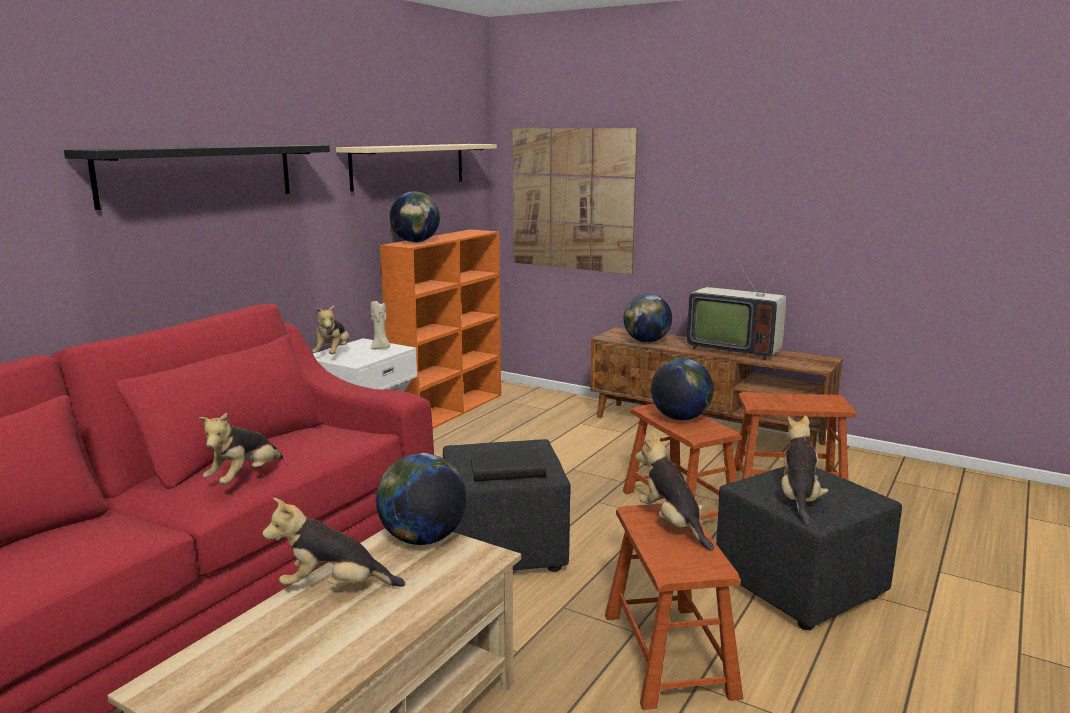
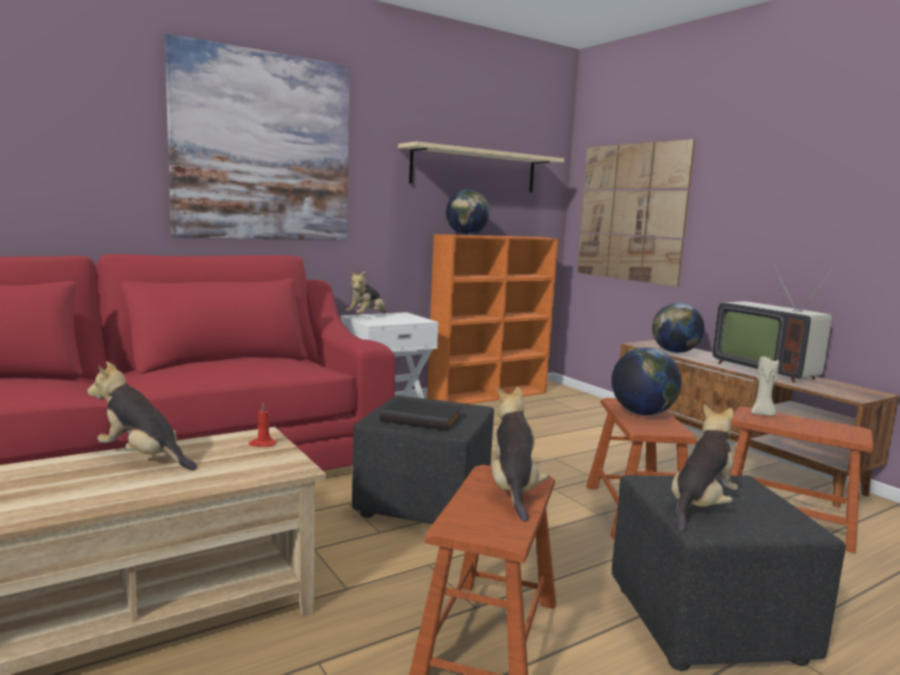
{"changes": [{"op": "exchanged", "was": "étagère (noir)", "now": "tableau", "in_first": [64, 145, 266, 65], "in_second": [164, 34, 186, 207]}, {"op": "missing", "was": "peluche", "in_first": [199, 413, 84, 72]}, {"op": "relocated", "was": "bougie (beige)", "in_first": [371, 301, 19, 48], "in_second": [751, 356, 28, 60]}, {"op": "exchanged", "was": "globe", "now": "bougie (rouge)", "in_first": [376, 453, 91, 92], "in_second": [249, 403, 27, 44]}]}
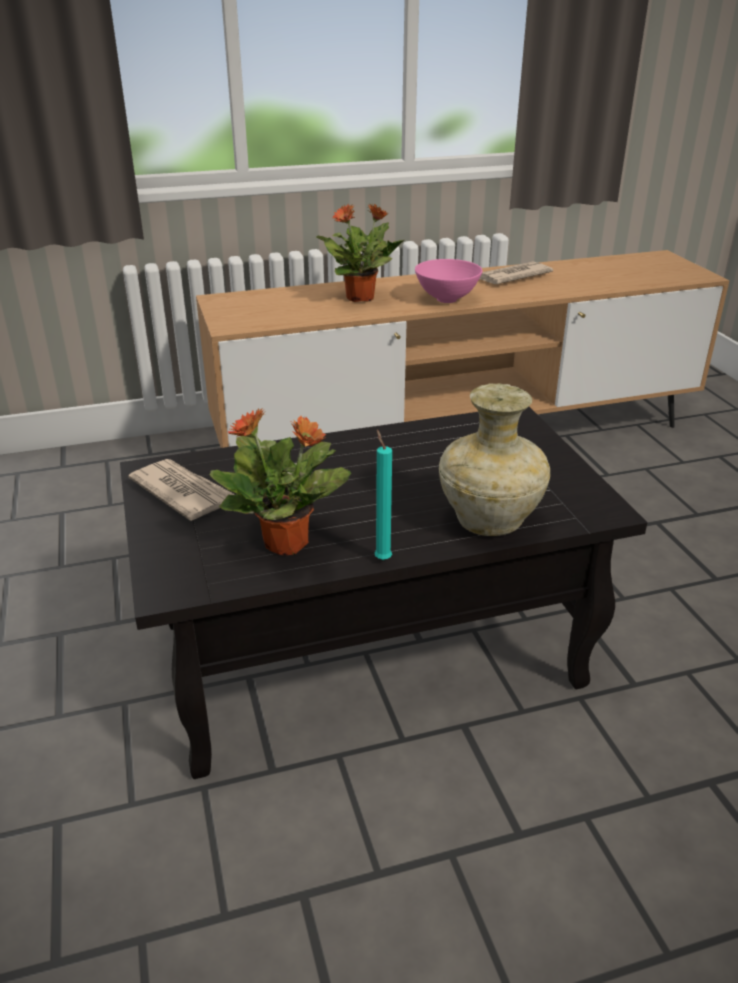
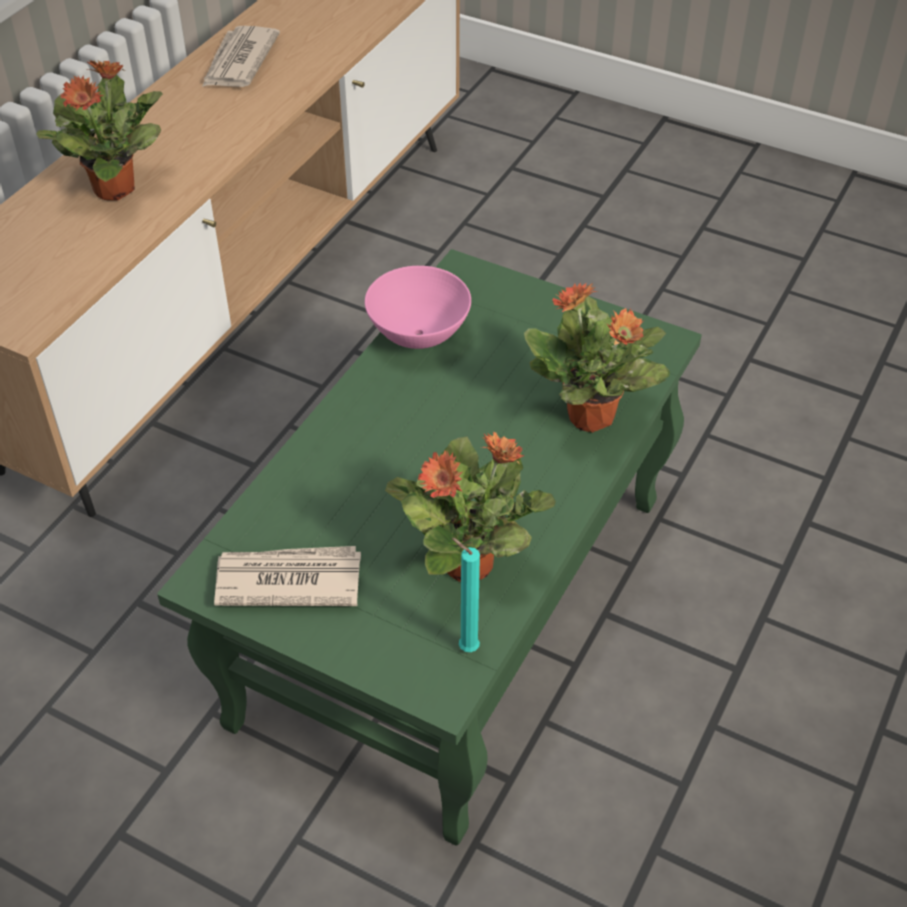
{"changes": [{"op": "colour", "was": "table basse (noir)", "now": "table basse (vert)", "in_first": [120, 407, 528, 372], "in_second": [157, 249, 545, 596]}, {"op": "relocated", "was": "bougie (turquoise)", "in_first": [375, 430, 17, 130], "in_second": [452, 538, 28, 114]}, {"op": "relocated", "was": "bol (rose)", "in_first": [415, 259, 67, 44], "in_second": [365, 266, 106, 83]}, {"op": "exchanged", "was": "vase (beige)", "now": "plante en pot", "in_first": [439, 383, 111, 153], "in_second": [524, 282, 146, 151]}]}
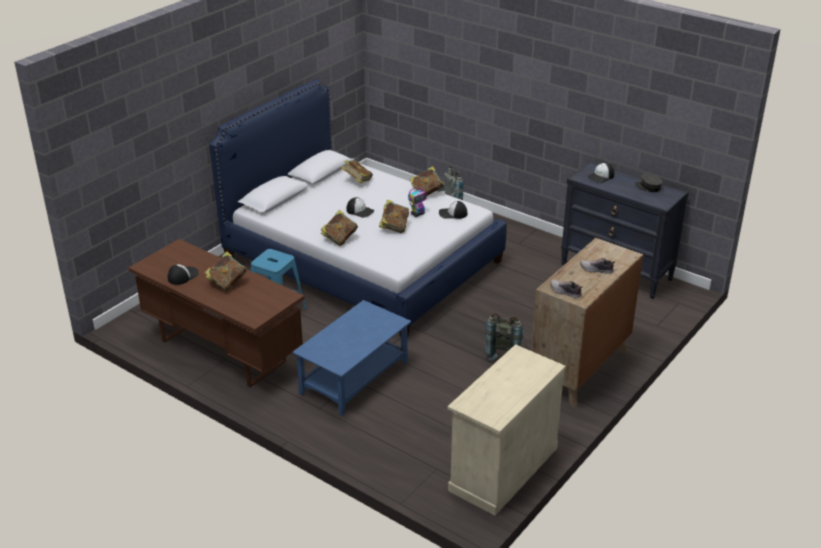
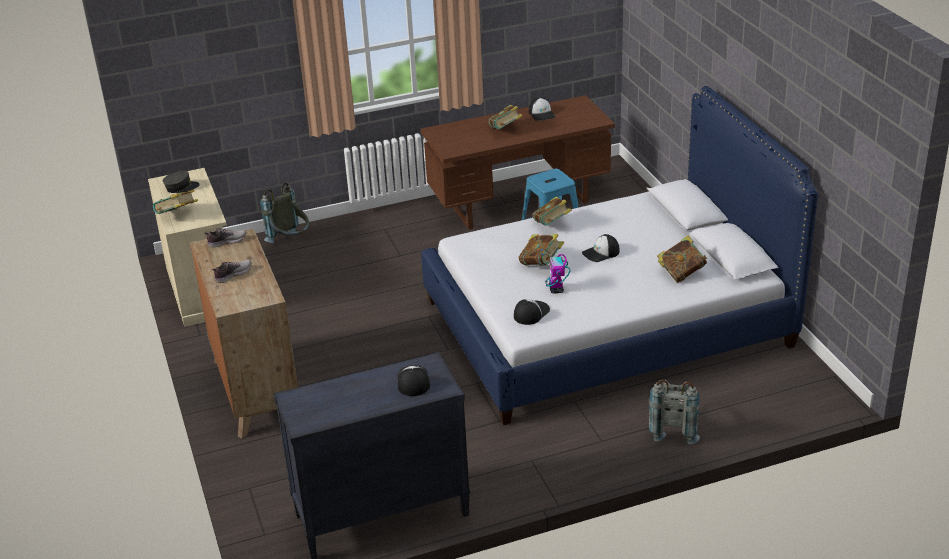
{"changes": [{"op": "missing", "was": "table basse (bleu)", "in_first": [292, 300, 119, 116]}, {"op": "relocated", "was": "livre", "in_first": [410, 166, 34, 31], "in_second": [153, 189, 45, 25]}, {"op": "relocated", "was": "sac à dos (gris)", "in_first": [485, 313, 39, 48], "in_second": [260, 182, 49, 61]}, {"op": "relocated", "was": "casquette (gris)", "in_first": [634, 173, 29, 19], "in_second": [163, 171, 37, 22]}]}
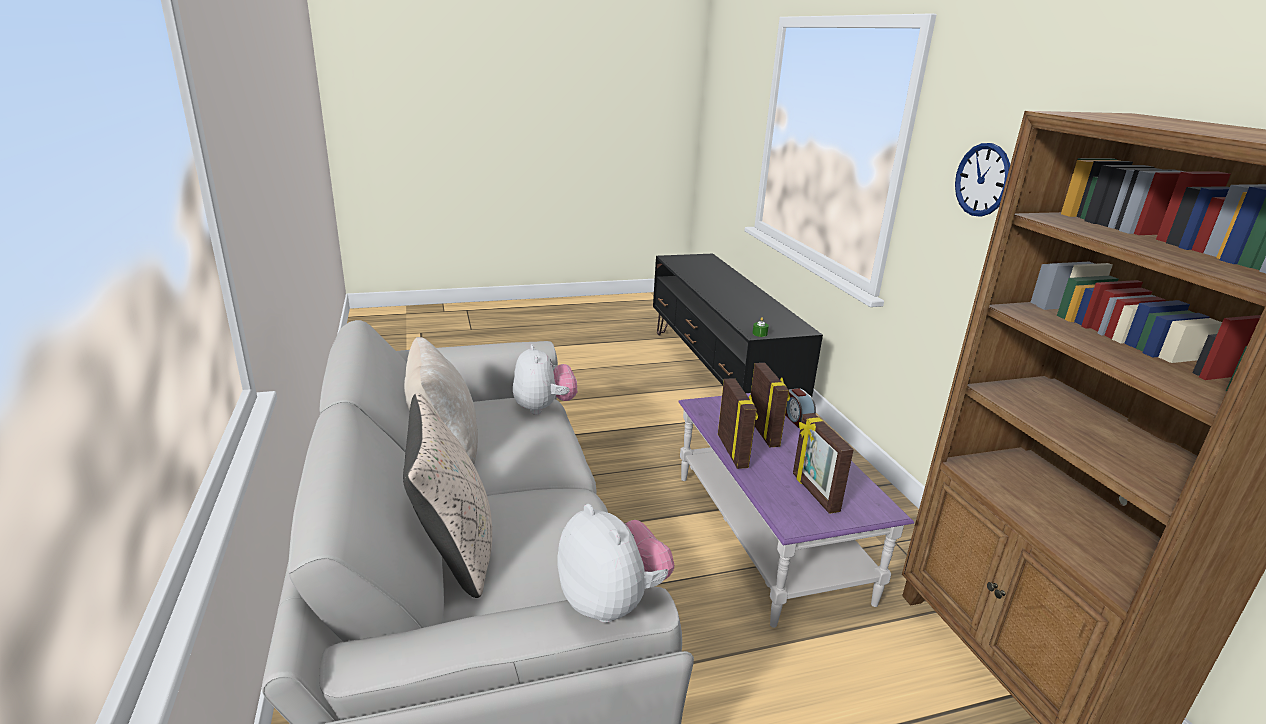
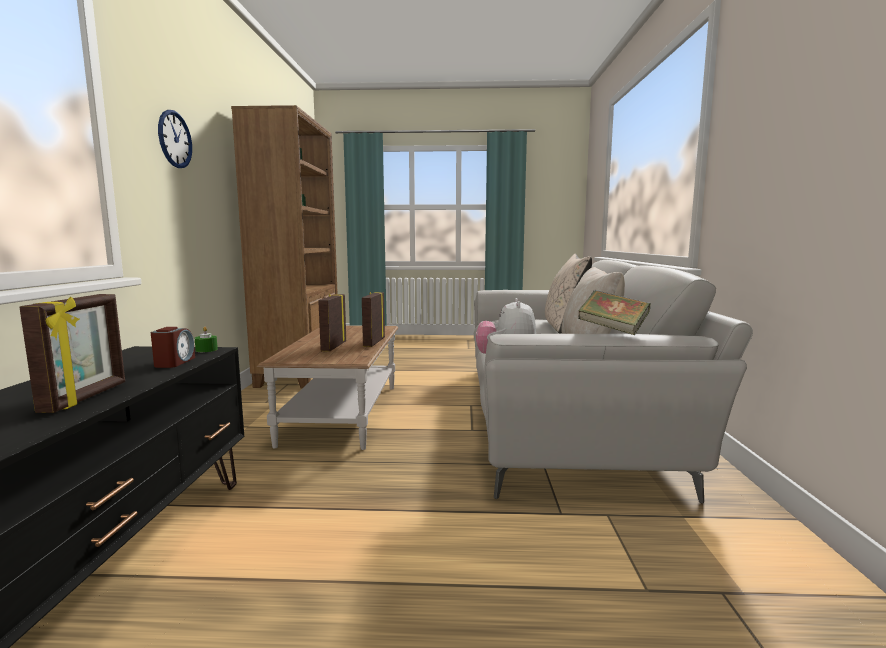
{"changes": [{"op": "missing", "was": "peluche", "in_first": [557, 504, 117, 119]}, {"op": "colour", "was": "table basse (violet)", "now": "table basse (marron)", "in_first": [678, 393, 236, 235], "in_second": [257, 326, 141, 124]}, {"op": "relocated", "was": "réveil", "in_first": [785, 388, 31, 40], "in_second": [151, 327, 44, 41]}, {"op": "relocated", "was": "cadre photo", "in_first": [793, 413, 61, 101], "in_second": [19, 294, 106, 119]}, {"op": "appeared", "now": "livre", "in_second": [579, 290, 72, 45]}]}
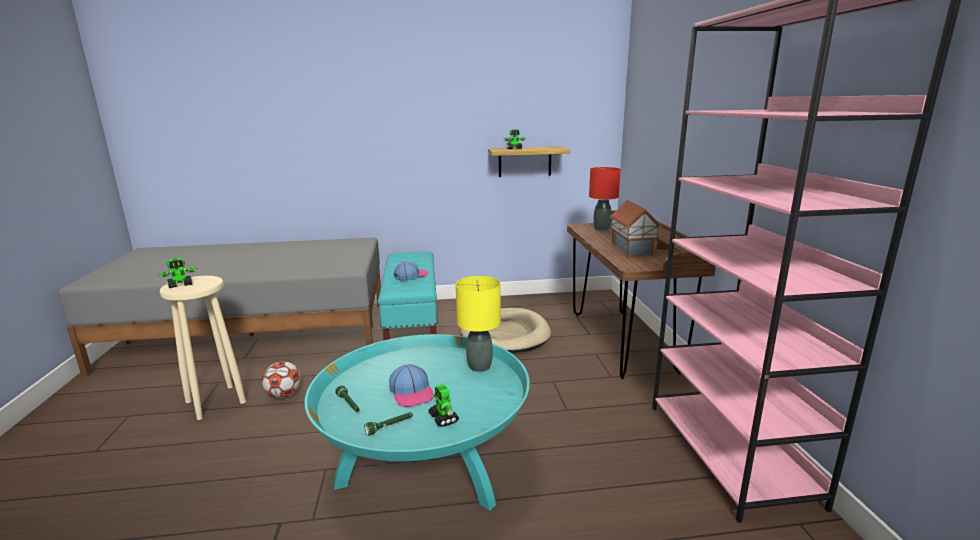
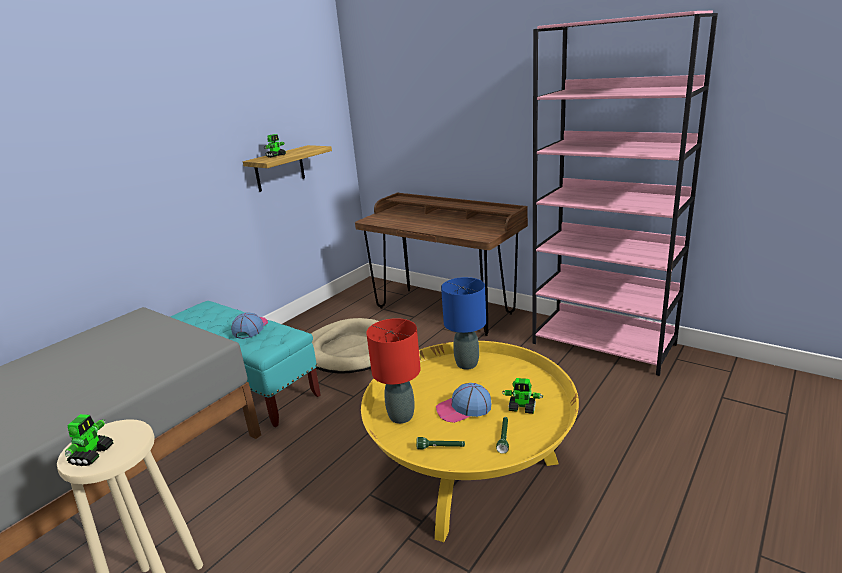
{"changes": [{"op": "missing", "was": "ballon de foot", "in_first": [262, 361, 39, 37]}, {"op": "colour", "was": "table basse (turquoise)", "now": "table basse (jaune)", "in_first": [304, 334, 226, 177], "in_second": [361, 341, 218, 201]}, {"op": "spun", "was": "casquette", "in_first": [389, 364, 45, 43], "in_second": [436, 383, 55, 40], "clockwise": 150}, {"op": "colour", "was": "lampe de table (jaune)", "now": "lampe de table (bleu)", "in_first": [456, 276, 45, 96], "in_second": [441, 277, 45, 93]}, {"op": "relocated", "was": "lampe de table (rouge)", "in_first": [589, 167, 32, 64], "in_second": [366, 318, 55, 106]}, {"op": "missing", "was": "maison miniature", "in_first": [610, 200, 51, 56]}]}
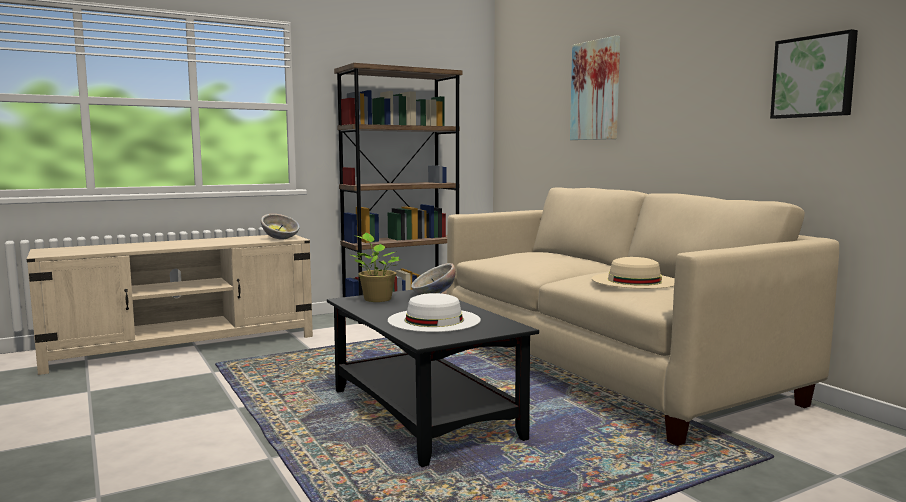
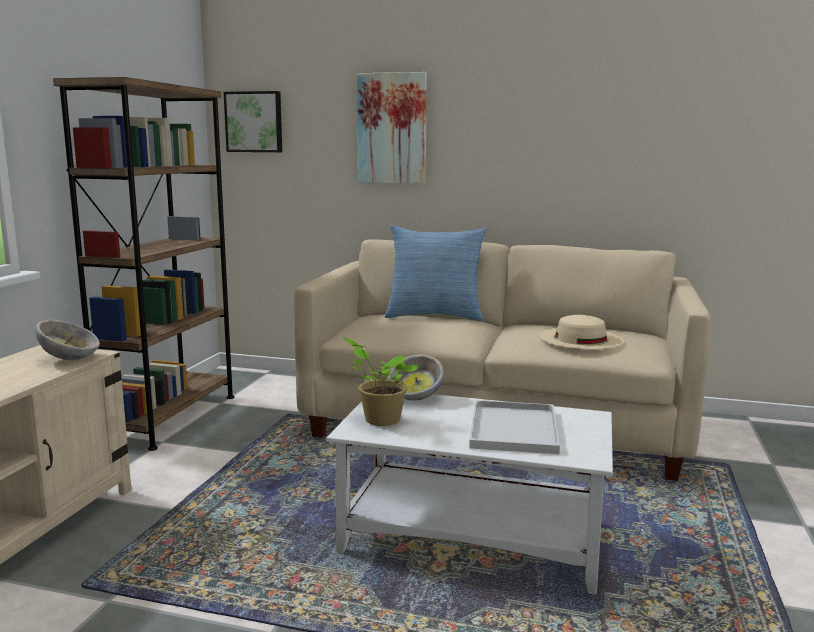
{"changes": [{"op": "colour", "was": "table basse (noir)", "now": "table basse (blanc)", "in_first": [327, 290, 212, 177], "in_second": [326, 394, 287, 201]}, {"op": "exchanged", "was": "chapeau (blanc)", "now": "plateau (blanc)", "in_first": [388, 293, 93, 39], "in_second": [469, 400, 91, 54]}, {"op": "relocated", "was": "tableau", "in_first": [770, 29, 88, 90], "in_second": [224, 91, 58, 61]}, {"op": "appeared", "now": "coussin", "in_second": [385, 225, 102, 97]}]}
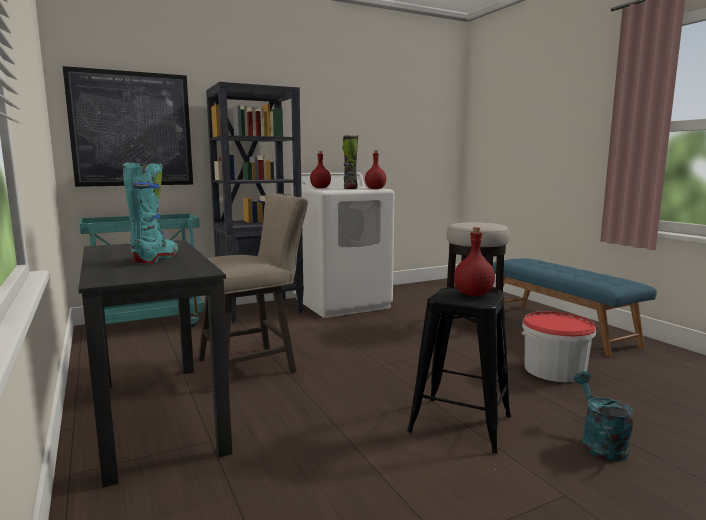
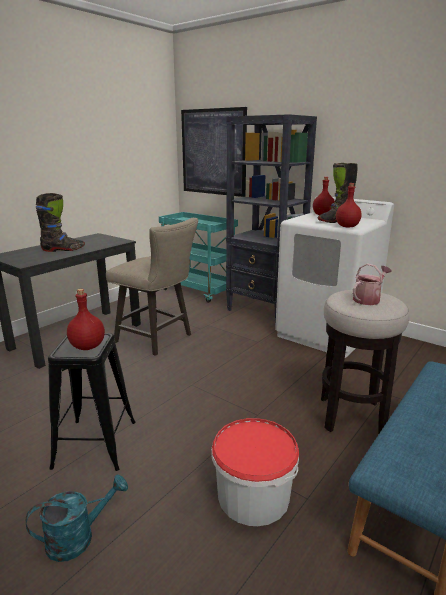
{"changes": [{"op": "colour", "was": "botte (turquoise)", "now": "botte (noir)", "in_first": [123, 163, 55, 100], "in_second": [36, 193, 49, 59]}, {"op": "appeared", "now": "arrosoir", "in_second": [353, 263, 39, 42]}]}
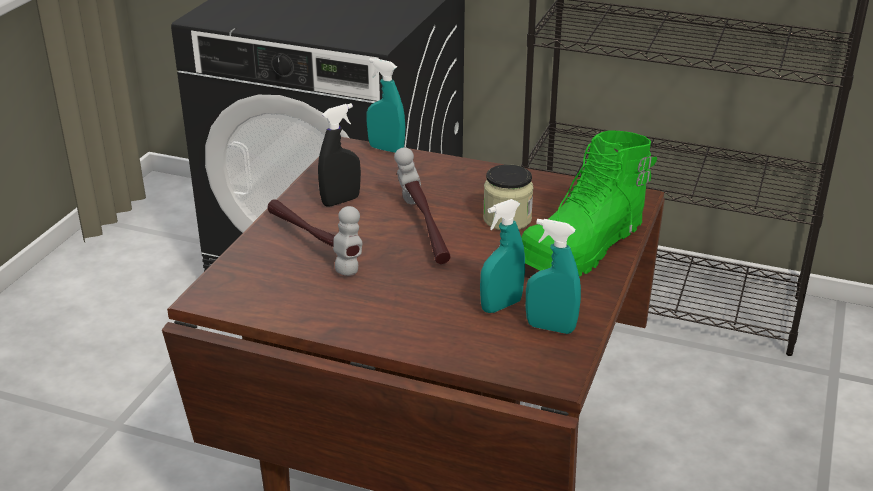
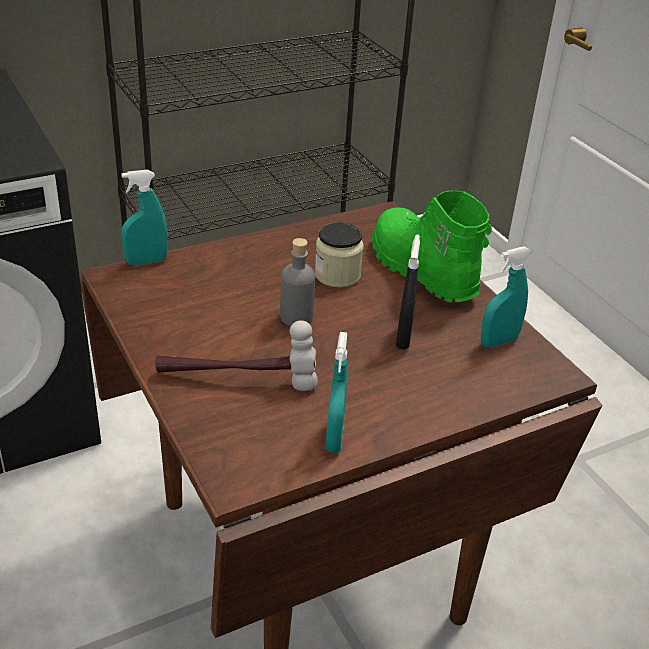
{"changes": [{"op": "relocated", "was": "vaporisateur (noir)", "in_first": [318, 103, 43, 104], "in_second": [396, 234, 24, 116]}, {"op": "exchanged", "was": "marteau", "now": "bouteille (gris)", "in_first": [394, 147, 57, 117], "in_second": [280, 238, 36, 88]}, {"op": "relocated", "was": "vaporisateur (turquoise)", "in_first": [480, 199, 45, 114], "in_second": [325, 332, 22, 121]}, {"op": "spun", "was": "botte (vert)", "in_first": [521, 130, 136, 146], "in_second": [372, 191, 120, 111], "clockwise": 150}]}
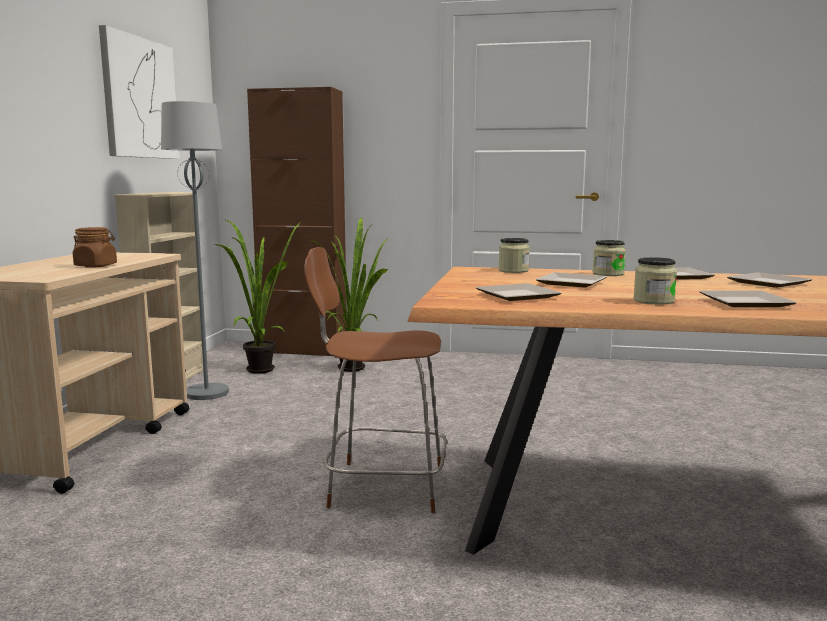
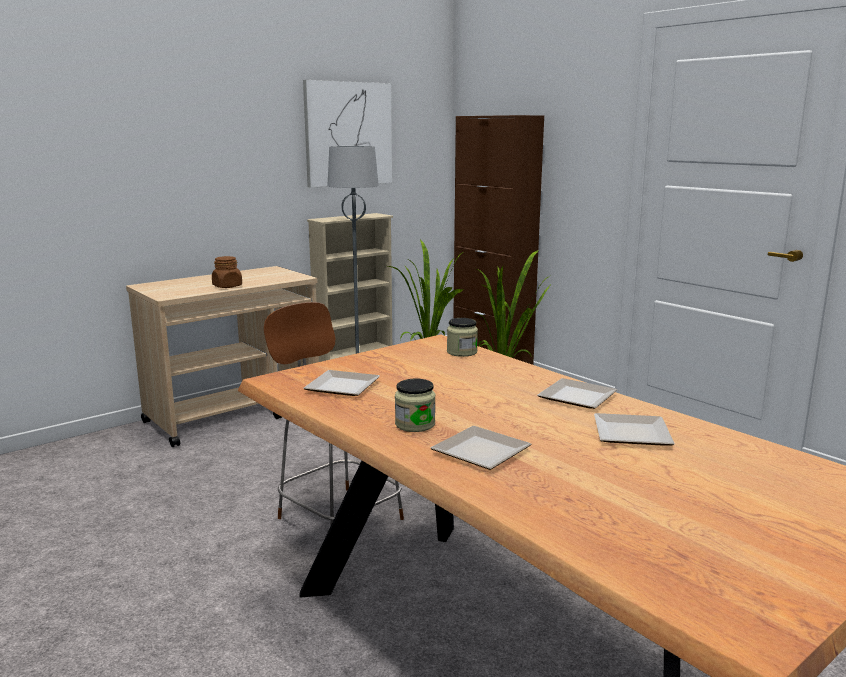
{"changes": [{"op": "missing", "was": "assiette", "in_first": [536, 272, 71, 16]}, {"op": "missing", "was": "bocal", "in_first": [593, 240, 33, 36]}]}
